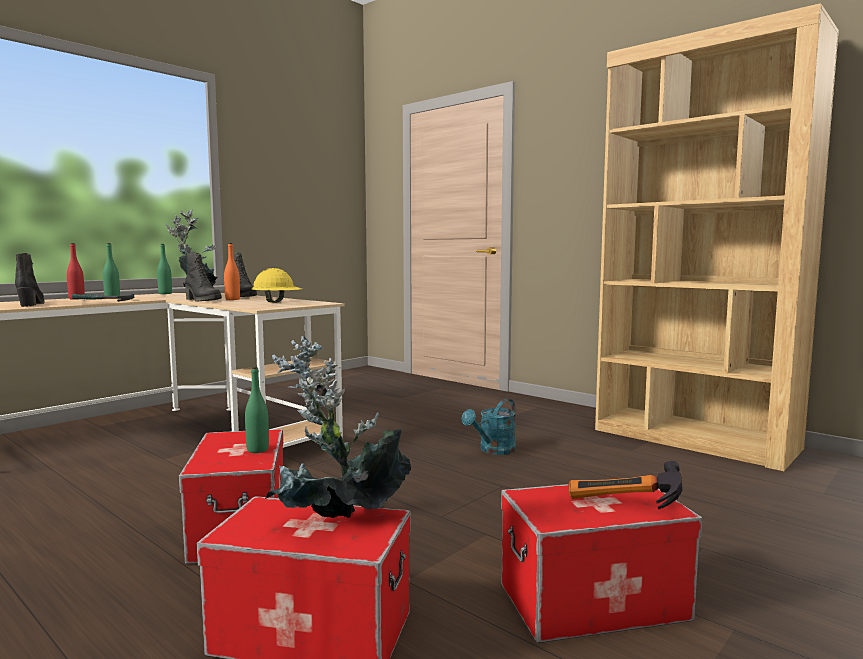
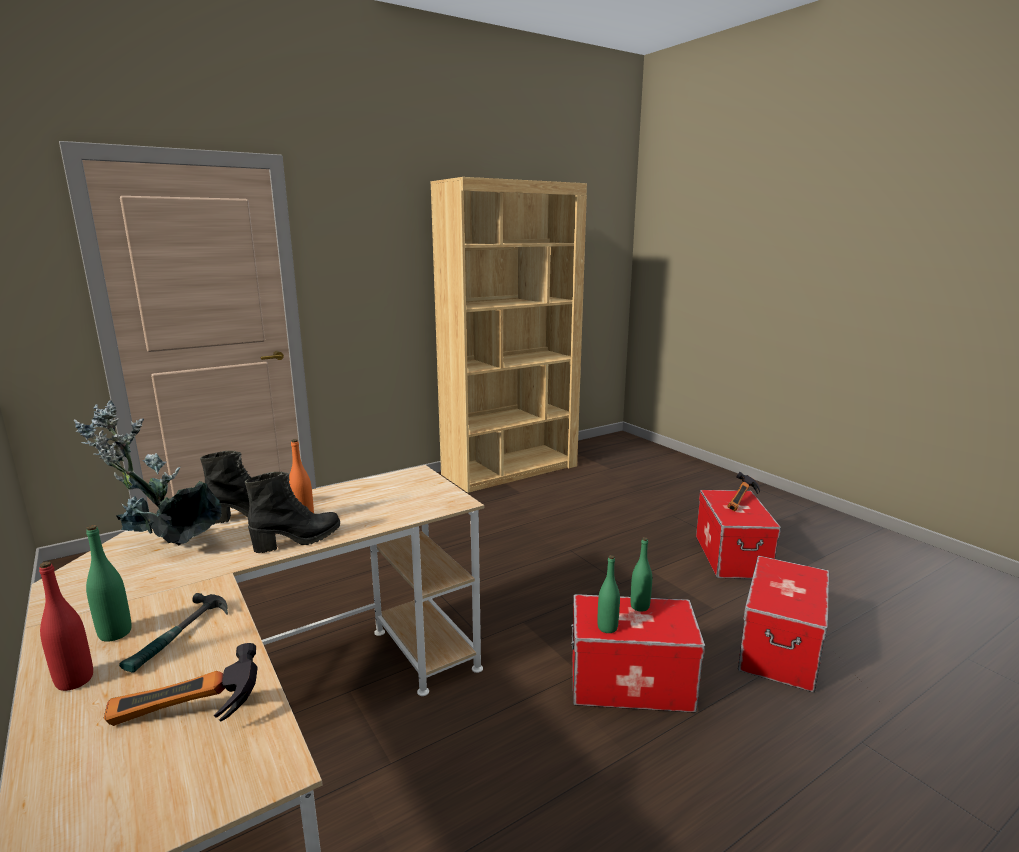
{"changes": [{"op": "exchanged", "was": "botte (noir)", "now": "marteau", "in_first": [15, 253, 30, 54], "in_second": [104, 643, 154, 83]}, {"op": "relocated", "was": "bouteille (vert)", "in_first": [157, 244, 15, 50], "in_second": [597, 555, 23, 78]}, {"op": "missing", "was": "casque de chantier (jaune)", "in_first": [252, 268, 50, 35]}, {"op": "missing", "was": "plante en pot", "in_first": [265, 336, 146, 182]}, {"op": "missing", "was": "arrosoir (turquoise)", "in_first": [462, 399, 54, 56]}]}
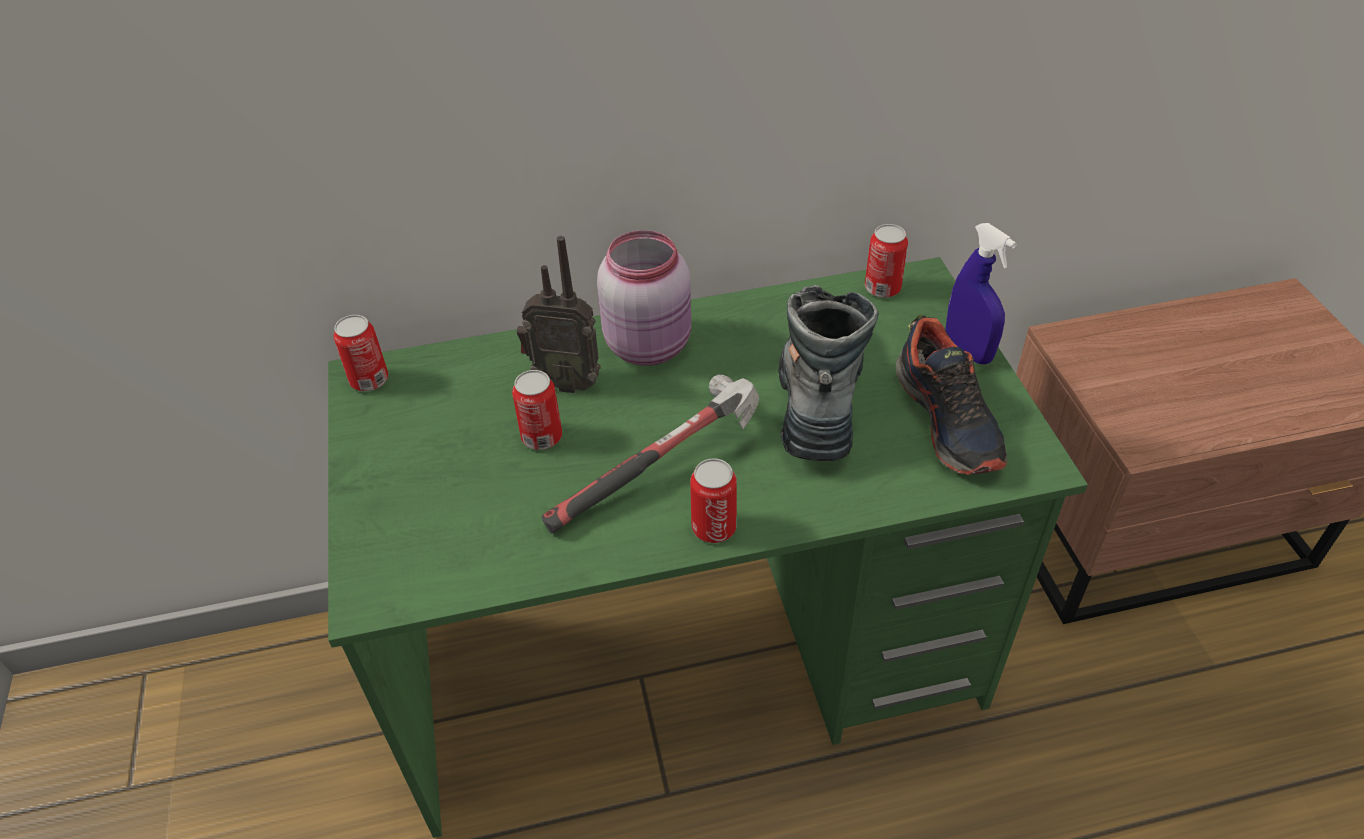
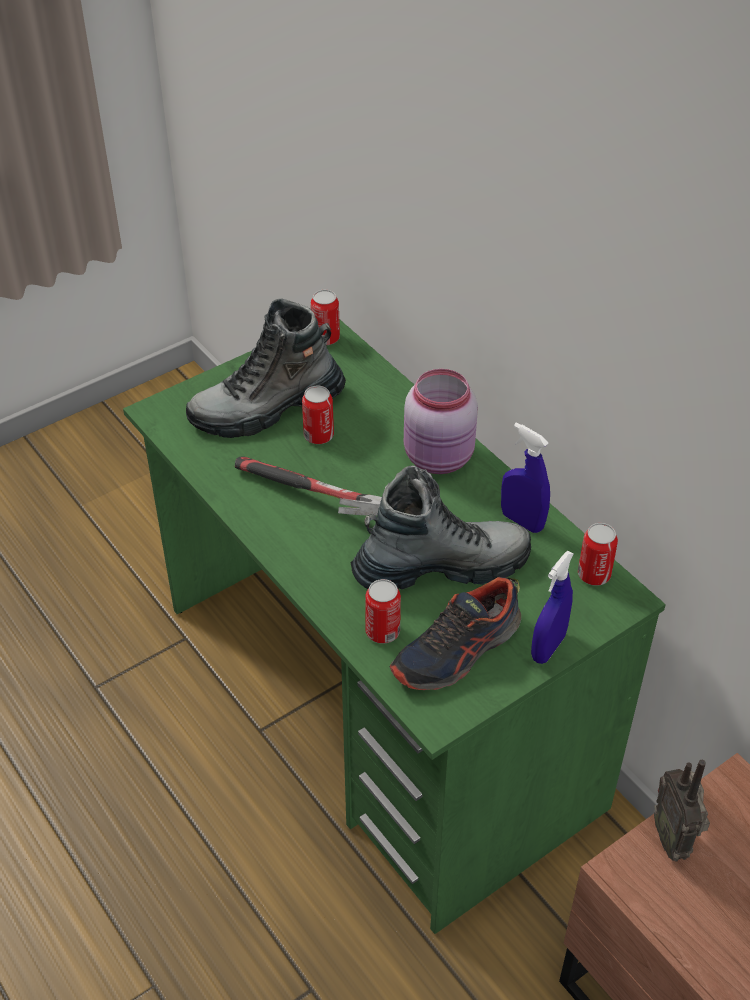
{"changes": [{"op": "relocated", "was": "radio", "in_first": [517, 236, 84, 157], "in_second": [654, 760, 56, 102]}, {"op": "relocated", "was": "boîte métallique", "in_first": [690, 459, 47, 84], "in_second": [365, 579, 36, 65]}, {"op": "appeared", "now": "botte", "in_second": [186, 298, 160, 140]}, {"op": "appeared", "now": "vaporisateur (bleu)", "in_second": [501, 423, 49, 110]}]}
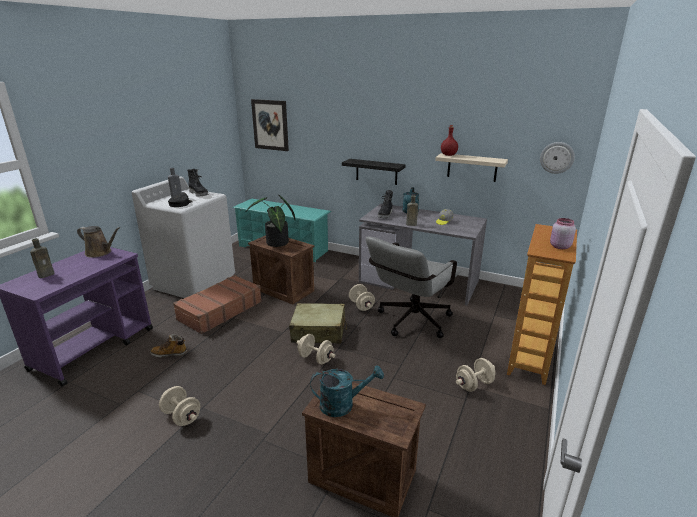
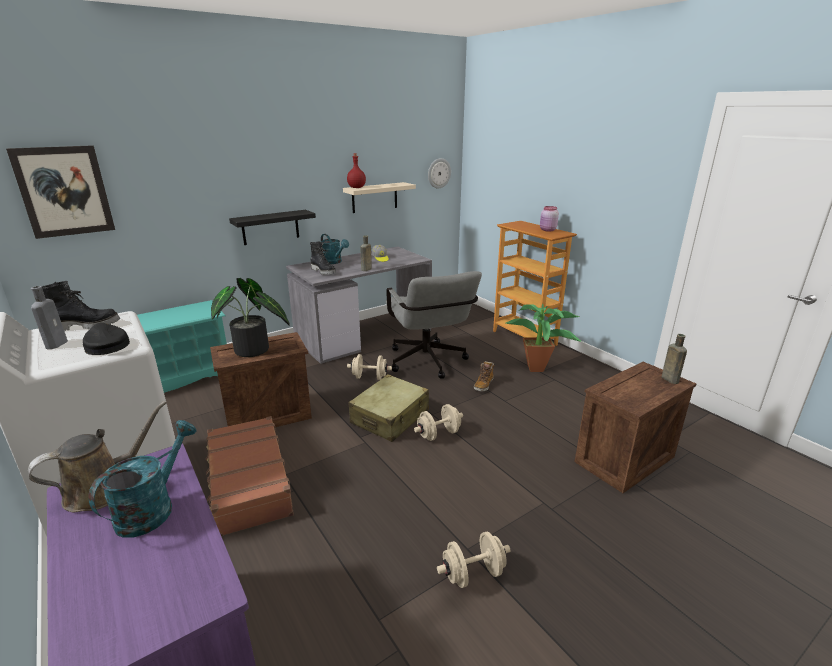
{"changes": [{"op": "relocated", "was": "bouteille (marron)", "in_first": [30, 238, 24, 40], "in_second": [662, 334, 25, 50]}, {"op": "relocated", "was": "botte", "in_first": [150, 334, 37, 23], "in_second": [474, 361, 20, 31]}, {"op": "relocated", "was": "arrosoir (turquoise)", "in_first": [310, 365, 74, 52], "in_second": [88, 420, 109, 117]}, {"op": "exchanged", "was": "haltère (beige)", "now": "plante en pot", "in_first": [456, 358, 40, 34], "in_second": [506, 304, 75, 68]}]}
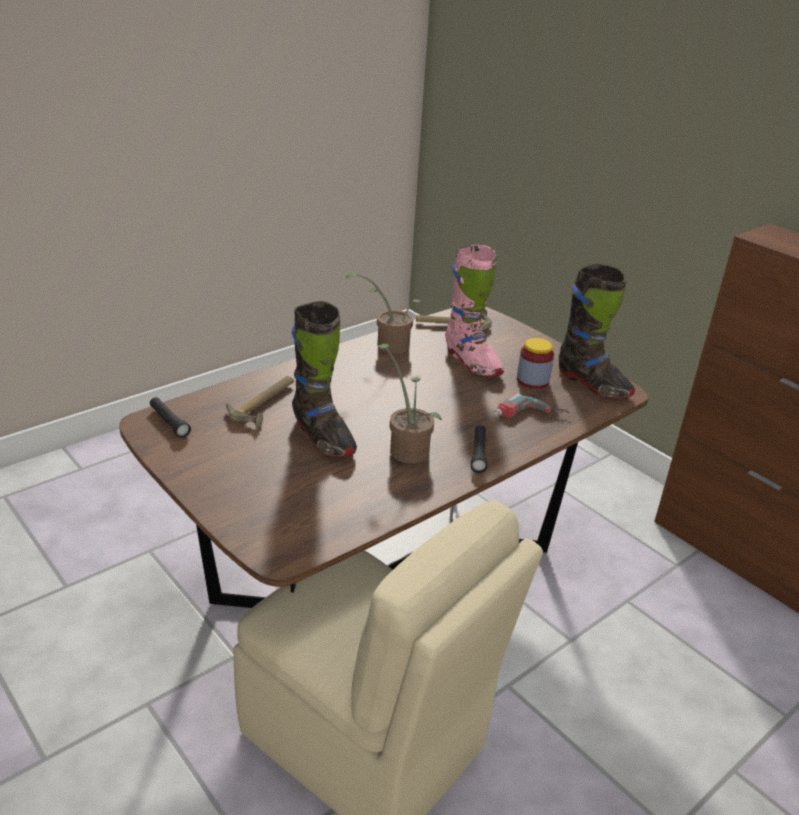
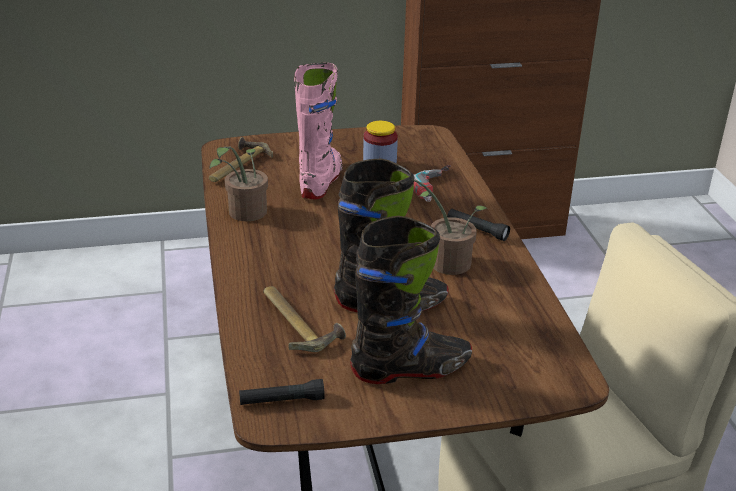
{"changes": [{"op": "spun", "was": "botte (rose)", "in_first": [445, 244, 59, 133], "in_second": [294, 63, 49, 136], "clockwise": -75}, {"op": "relocated", "was": "botte (noir)", "in_first": [559, 264, 76, 134], "in_second": [350, 216, 122, 168]}]}
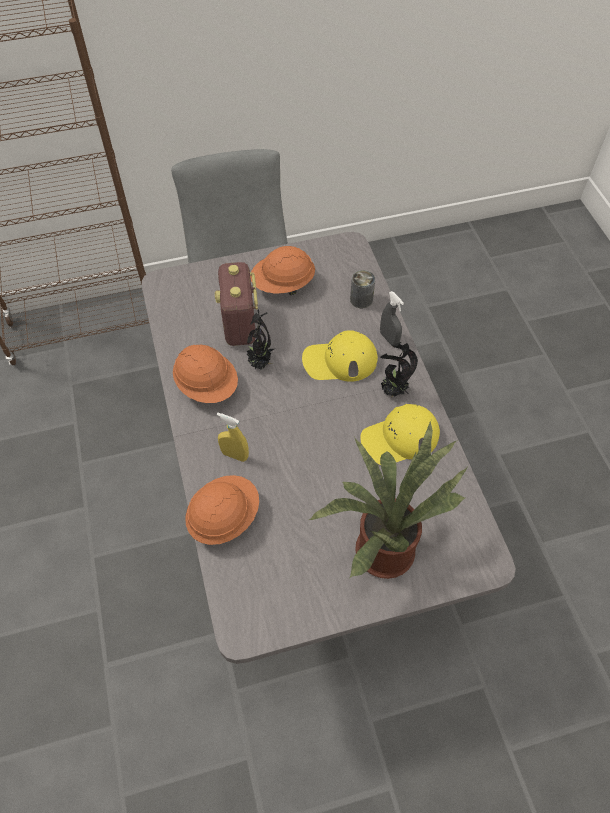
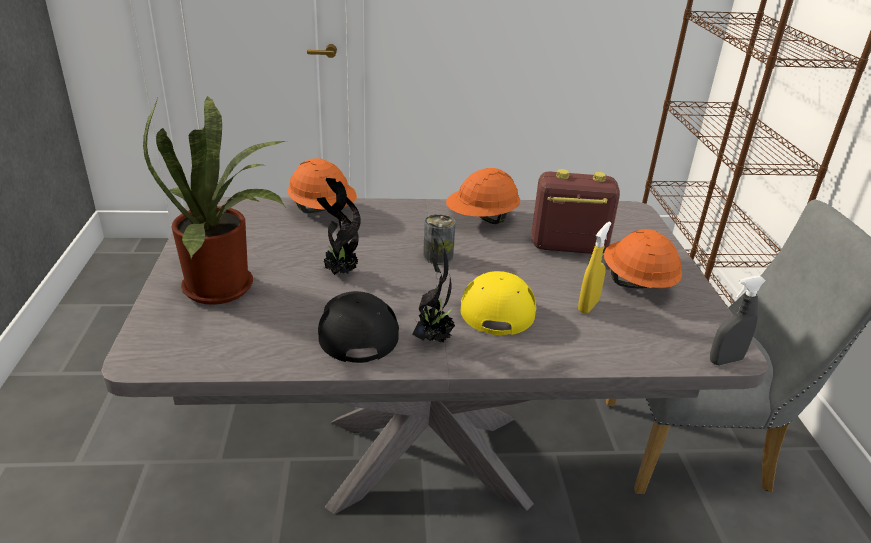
{"changes": [{"op": "relocated", "was": "vaporisateur (jaune)", "in_first": [217, 413, 32, 49], "in_second": [578, 222, 33, 92]}, {"op": "relocated", "was": "plante en pot", "in_first": [247, 309, 27, 61], "in_second": [317, 178, 44, 97]}, {"op": "relocated", "was": "boîte métallique", "in_first": [350, 270, 25, 38], "in_second": [423, 214, 33, 50]}, {"op": "colour", "was": "casquette (jaune)", "now": "casquette (noir)", "in_first": [360, 404, 80, 61], "in_second": [318, 291, 81, 72]}, {"op": "relocated", "was": "vaporisateur (gris)", "in_first": [380, 291, 24, 55], "in_second": [710, 276, 56, 89]}]}
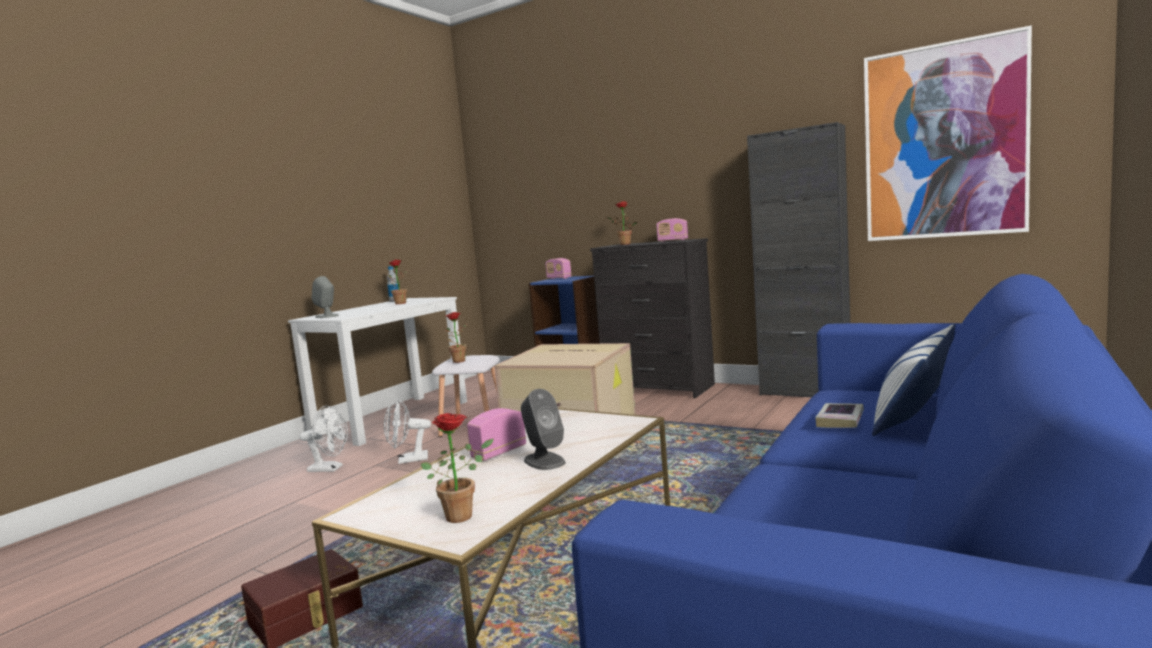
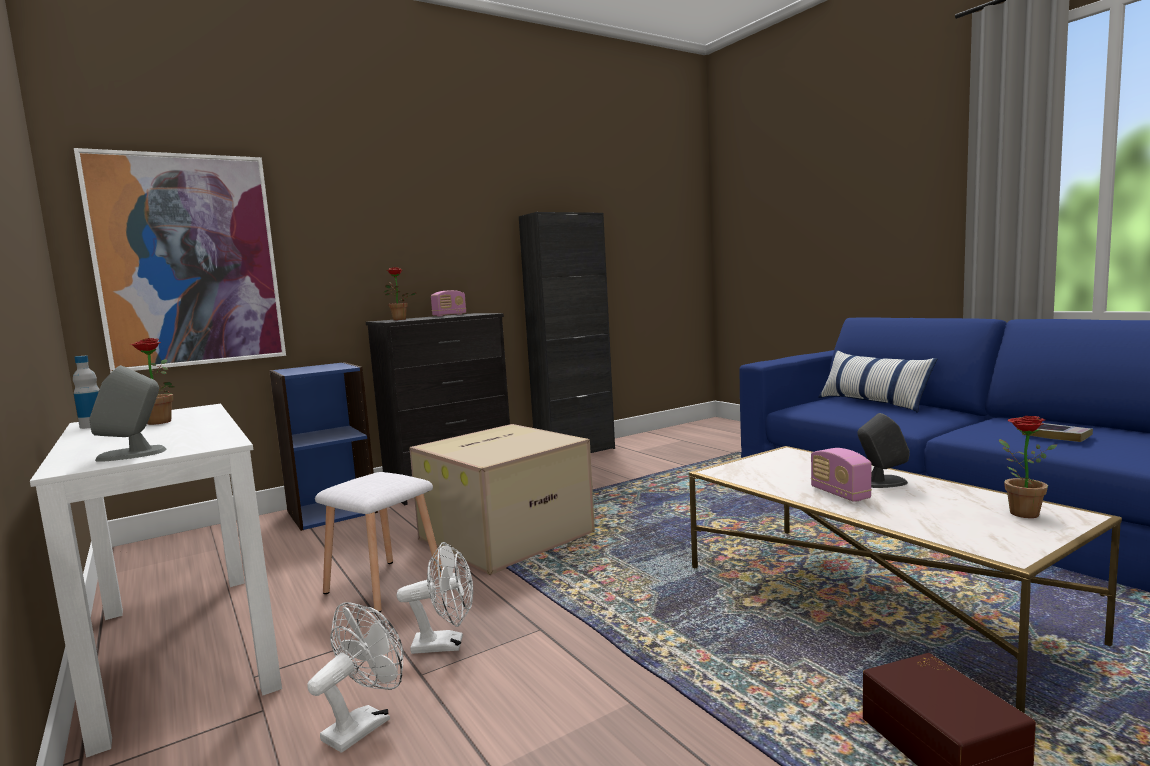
{"changes": [{"op": "spun", "was": "ventilateur (blanc)", "in_first": [384, 398, 47, 66], "in_second": [397, 542, 76, 112], "clockwise": -105}, {"op": "missing", "was": "plante en pot", "in_first": [445, 312, 22, 51]}, {"op": "missing", "was": "radio", "in_first": [545, 258, 26, 21]}, {"op": "relocated", "was": "livre", "in_first": [815, 403, 49, 25], "in_second": [1022, 423, 71, 19]}, {"op": "relocated", "was": "tableau", "in_first": [864, 25, 168, 216], "in_second": [74, 148, 212, 225]}]}
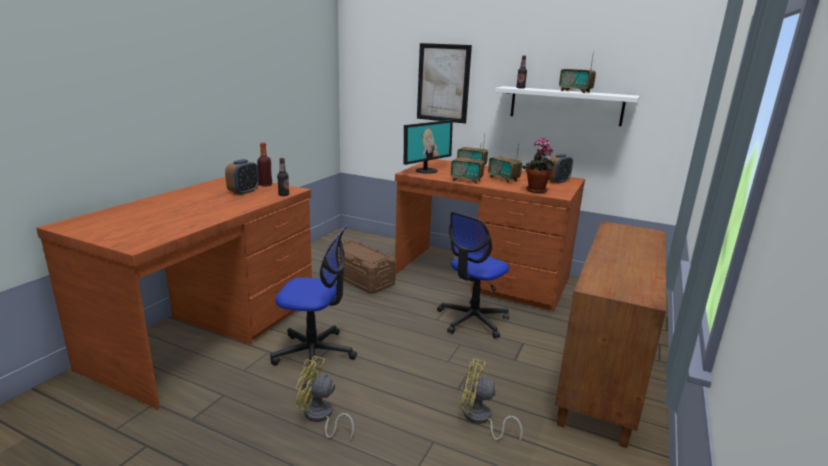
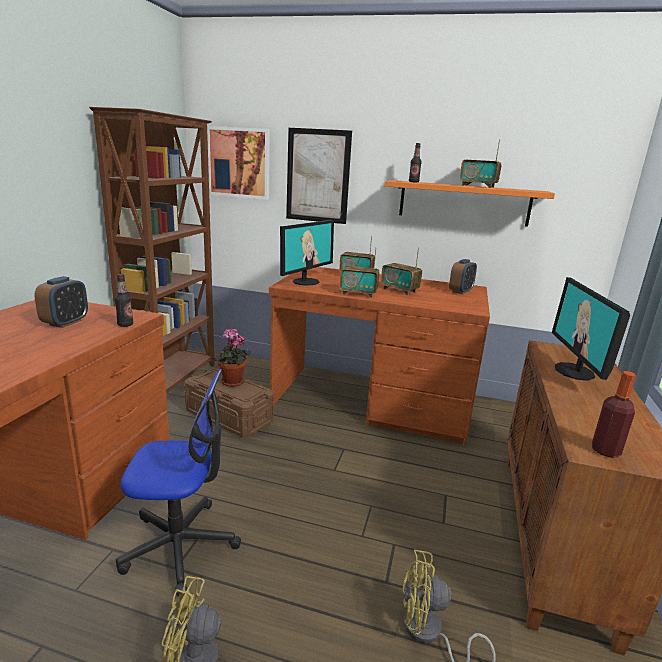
{"changes": [{"op": "relocated", "was": "bouteille", "in_first": [257, 143, 15, 43], "in_second": [592, 371, 44, 87]}, {"op": "missing", "was": "chaise de bureau", "in_first": [437, 212, 72, 126]}, {"op": "colour", "was": "étagère (blanc)", "now": "étagère (orange)", "in_first": [495, 86, 145, 40], "in_second": [384, 180, 171, 47]}, {"op": "relocated", "was": "plante en pot", "in_first": [522, 137, 34, 56], "in_second": [213, 328, 38, 59]}, {"op": "appeared", "now": "bibliothèque (marron)", "in_second": [89, 107, 126, 287]}, {"op": "appeared", "now": "tableau", "in_second": [207, 126, 63, 74]}, {"op": "appeared", "now": "écran d'ordinateur", "in_second": [552, 277, 78, 104]}]}
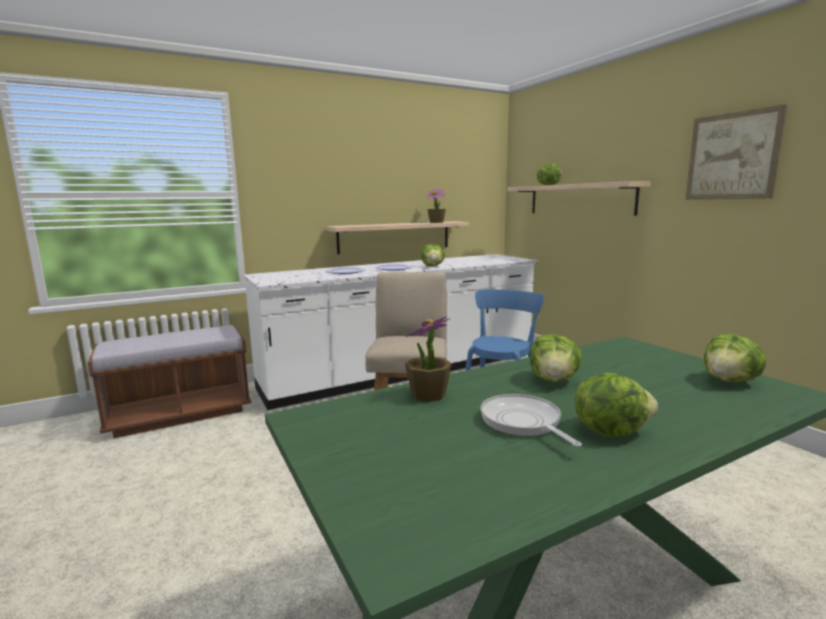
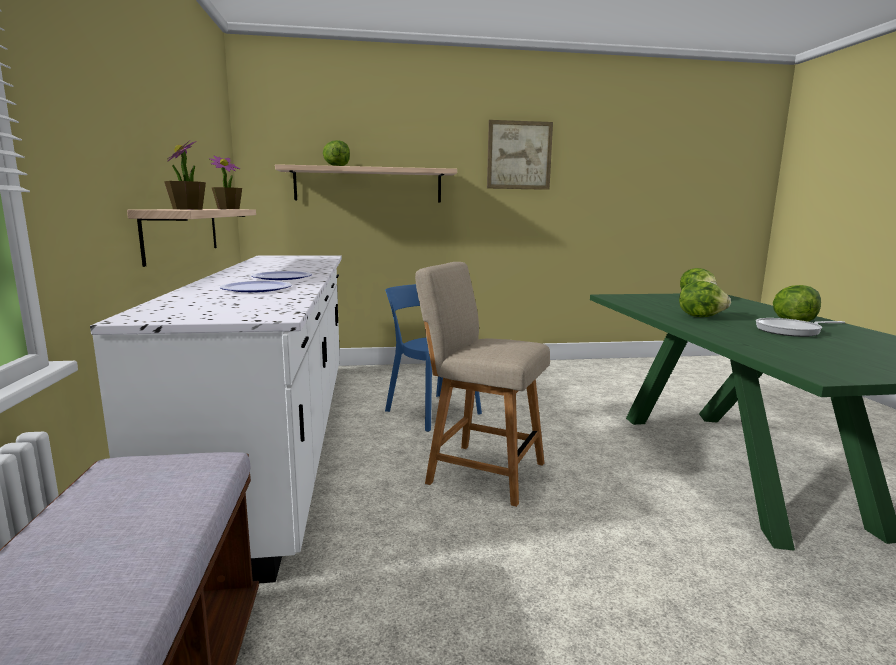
{"changes": [{"op": "relocated", "was": "plante en pot", "in_first": [405, 316, 47, 86], "in_second": [164, 141, 42, 69]}, {"op": "missing", "was": "laitue", "in_first": [421, 244, 24, 22]}]}
